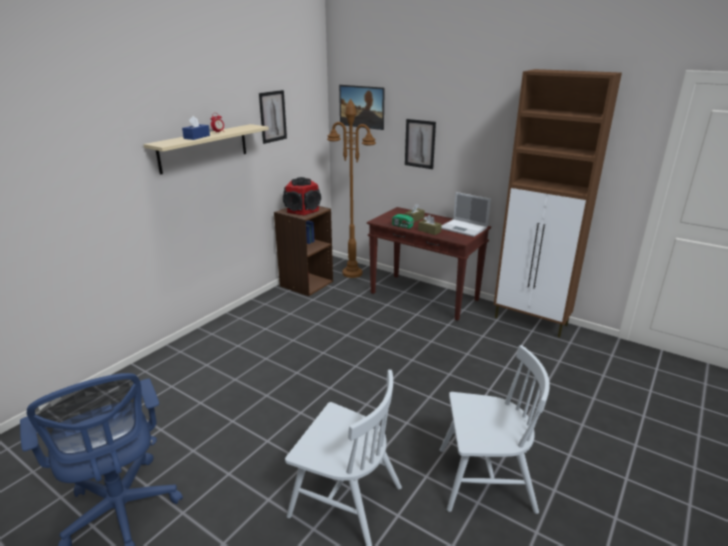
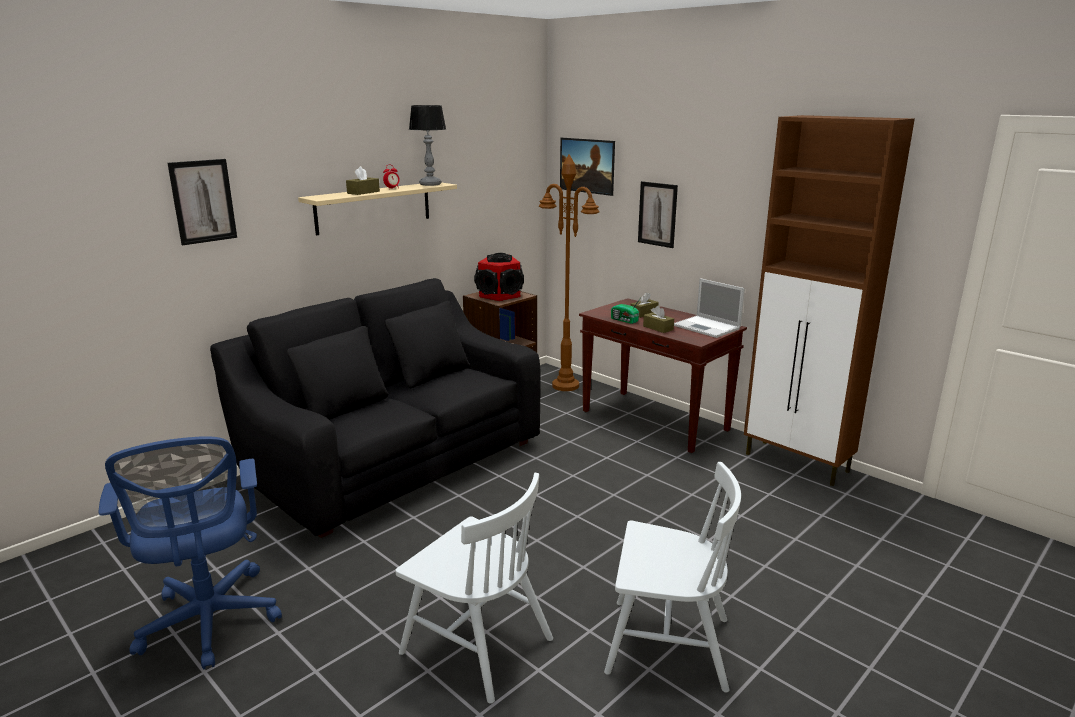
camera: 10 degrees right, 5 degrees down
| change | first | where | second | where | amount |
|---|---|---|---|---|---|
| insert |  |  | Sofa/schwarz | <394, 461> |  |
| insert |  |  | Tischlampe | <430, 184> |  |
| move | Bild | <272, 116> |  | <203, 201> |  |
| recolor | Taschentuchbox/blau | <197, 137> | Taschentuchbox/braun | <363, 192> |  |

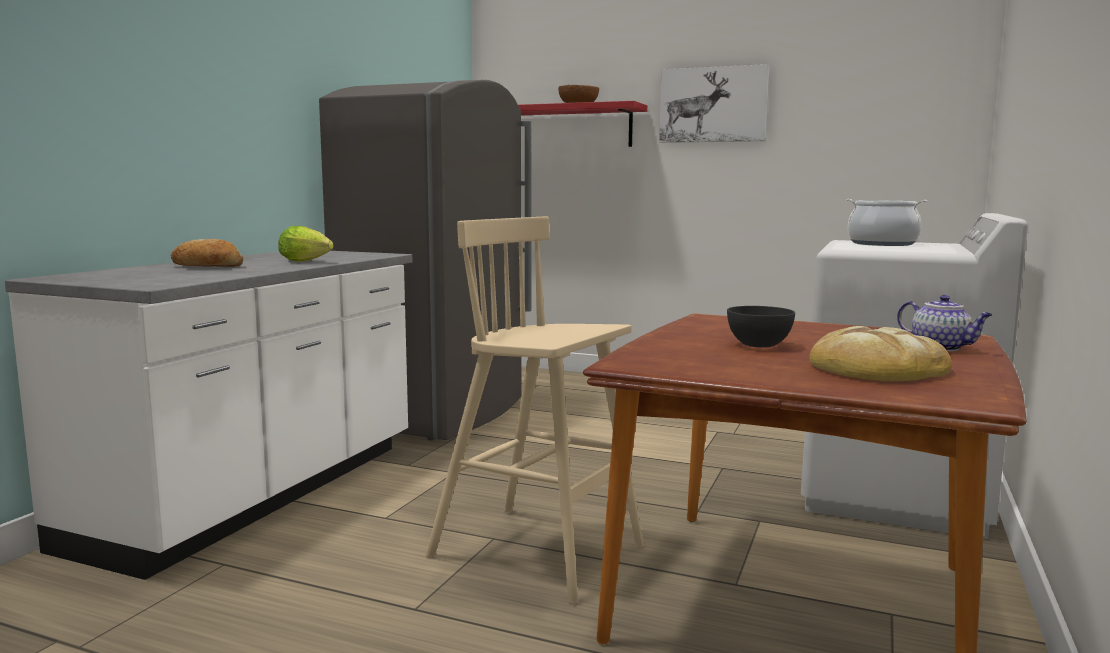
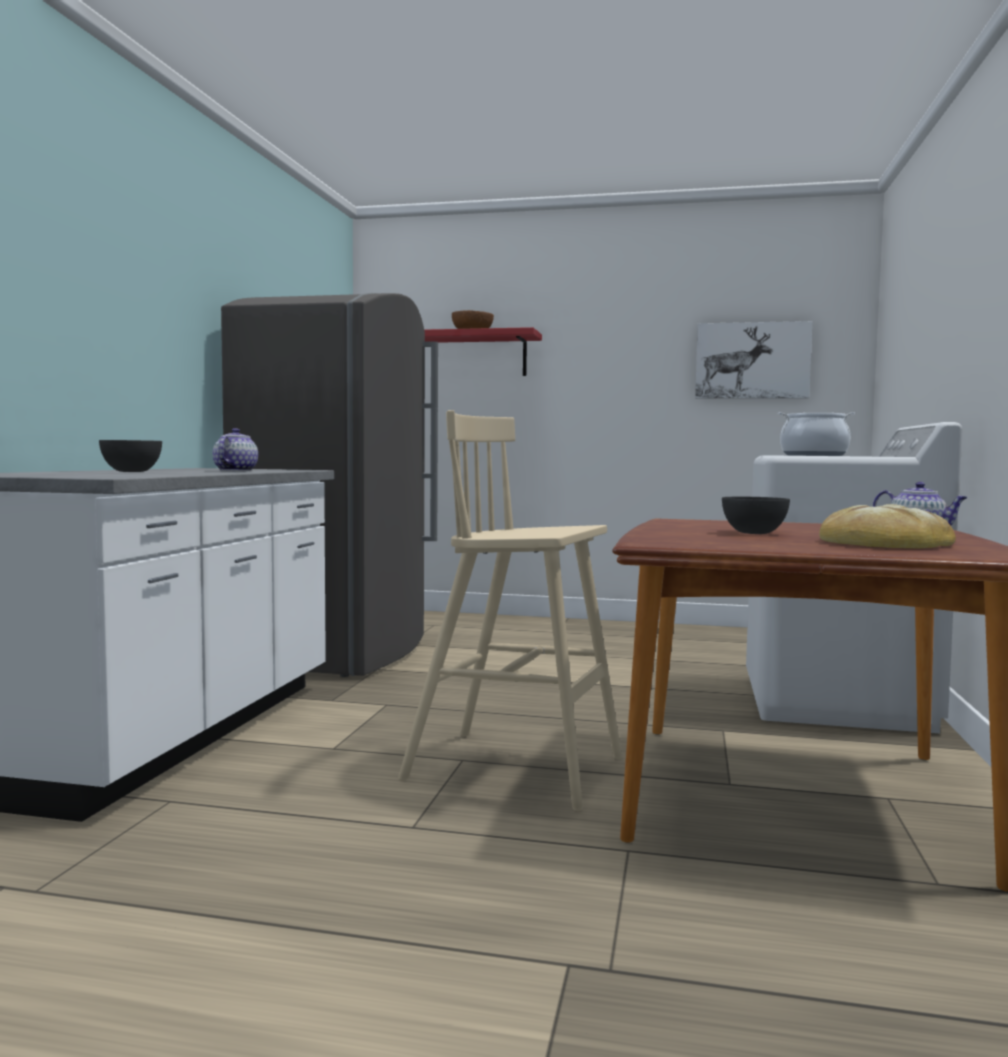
camera: 10 degrees left, 5 degrees down
| change | first | where | second | where | amount |
|---|---|---|---|---|---|
| move | Bild | <713, 105> |  | <752, 361> |  |
| replace | Brot | <207, 267> | Schüssel/grau | <131, 471> |  |
| replace | Salatkopf | <308, 261> | Teekanne | <235, 471> |  |

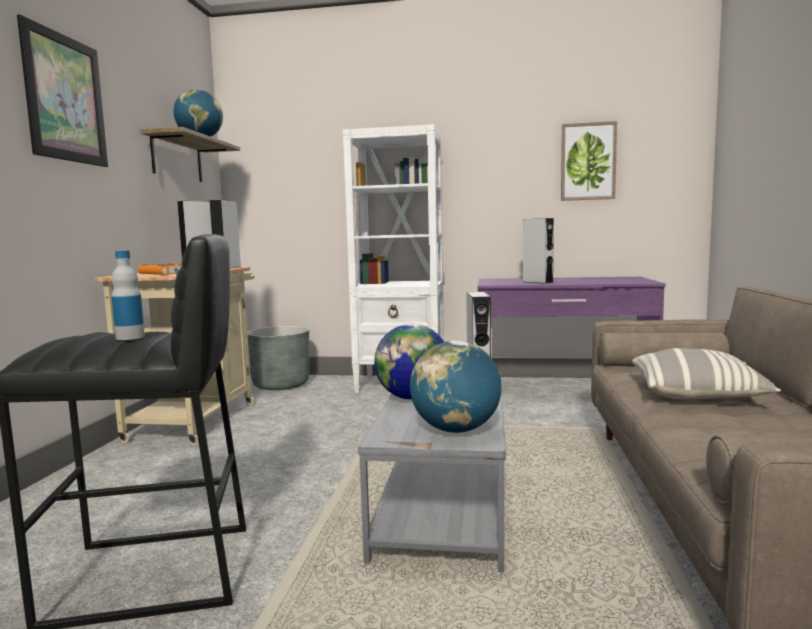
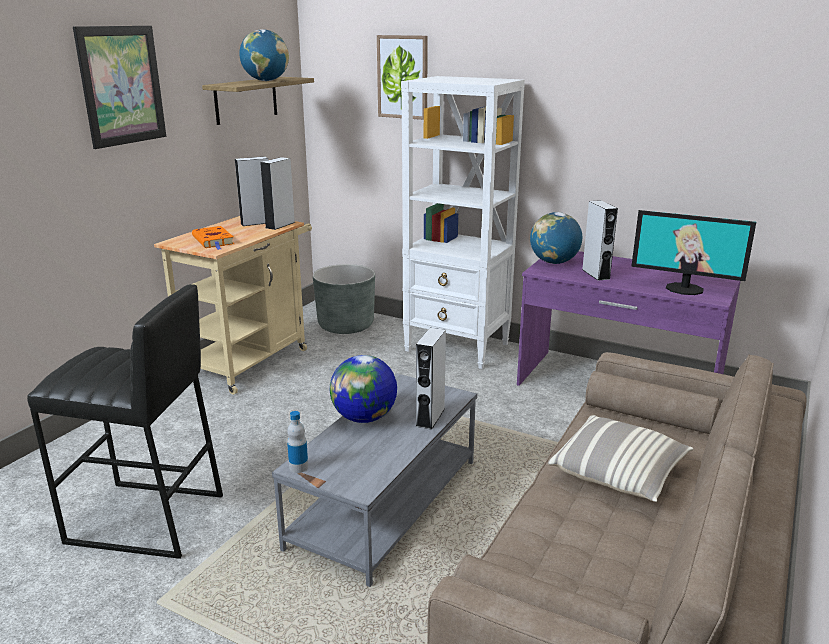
camera: 20 degrees right, 15 degrees up
| change | first | where | second | where | amount |
|---|---|---|---|---|---|
| insert |  |  | Monitor | <684, 288> |  |
| move | Flasche | <130, 337> |  | <298, 467> |  |
| move | Globus | <456, 430> |  | <554, 262> |  |
| move | Bild | <588, 162> |  | <403, 77> |  |

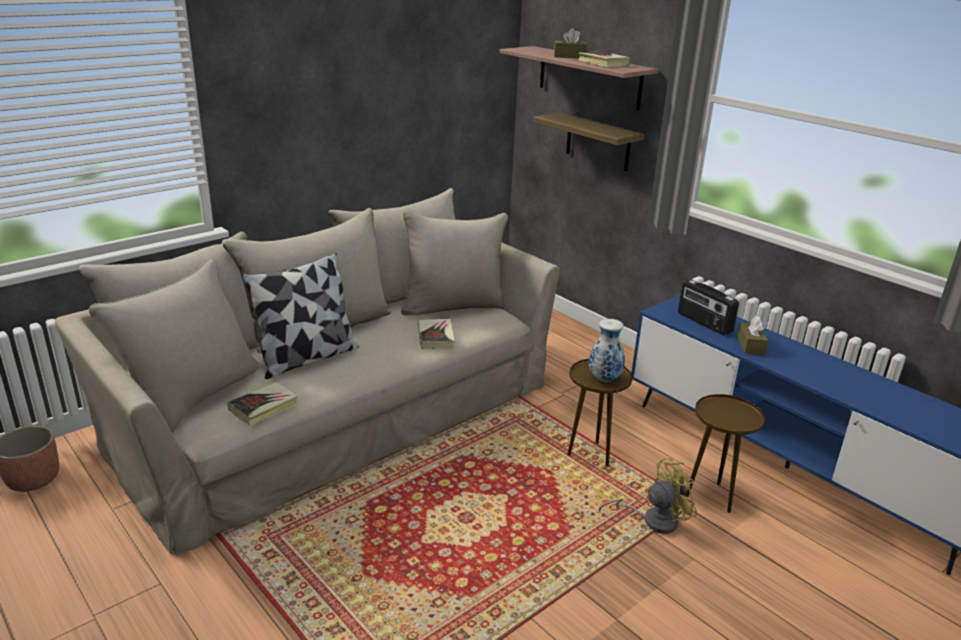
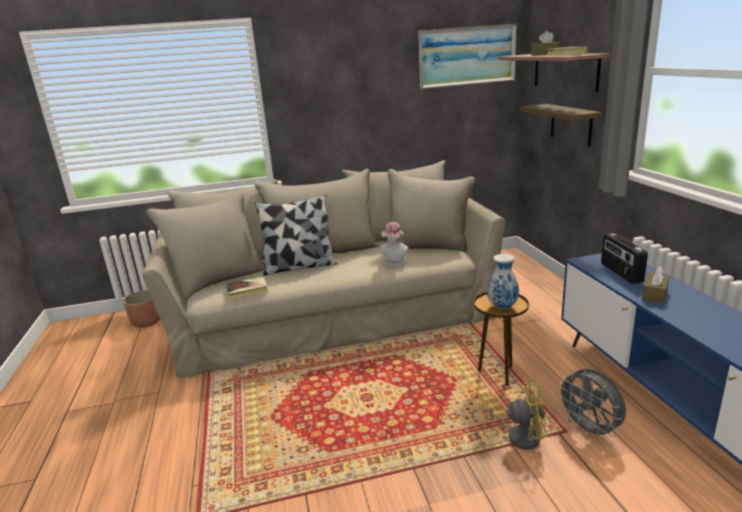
camera: 30 degrees right, 5 degrees down
| change | first | where | second | where | amount |
|---|---|---|---|---|---|
| insert |  |  | Bild | <467, 56> |  |
| replace | Buch | <435, 337> | Hut | <394, 264> |  |
| replace | Beistelltisch/braun | <711, 497> | Ventilator/grau | <589, 430> |  |

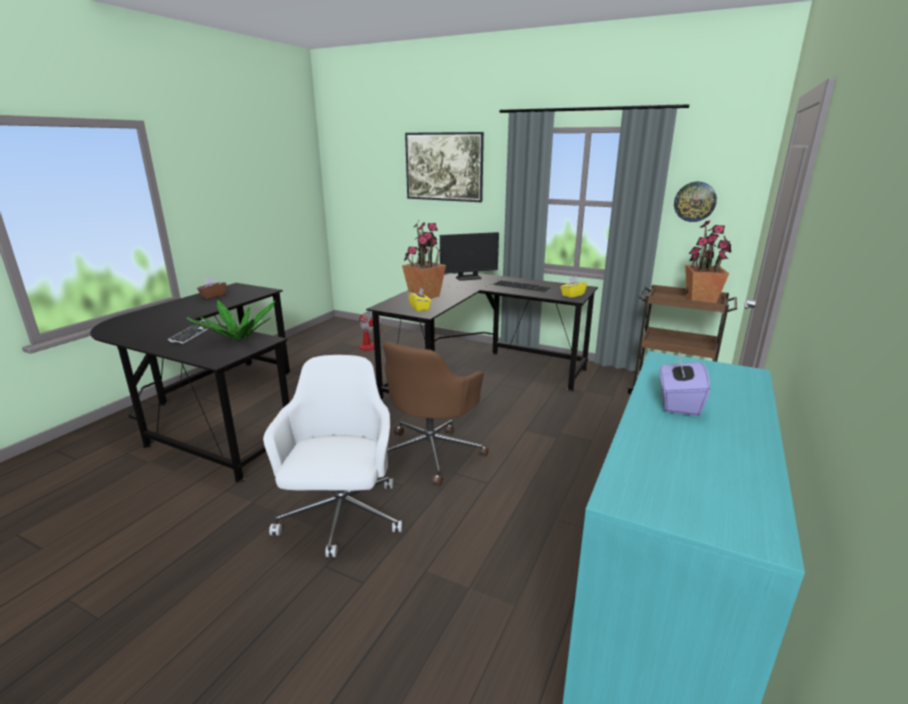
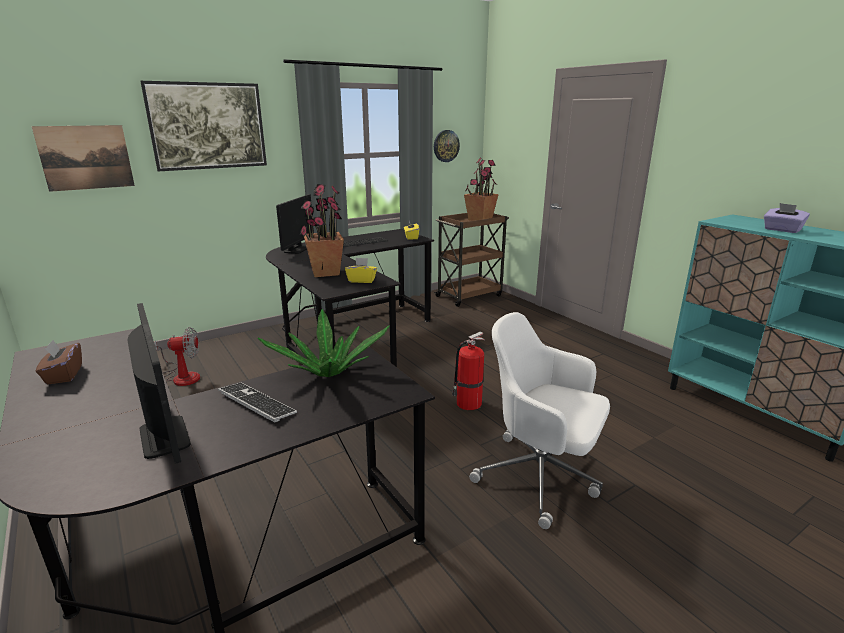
camera: 60 degrees left, 0 degrees up
| change | first | where | second | where | amount |
|---|---|---|---|---|---|
| insert |  |  | Bild | <86, 157> |  |
| insert |  |  | Monitor | <164, 436> |  |
| replace | Bürostuhl/braun | <431, 452> | Feuerlöscher | <467, 403> |  |

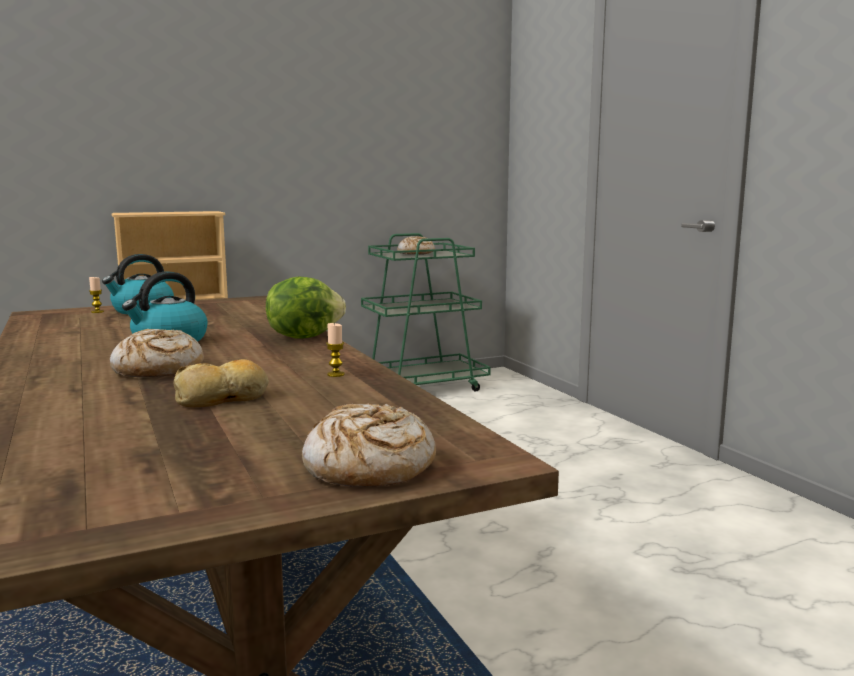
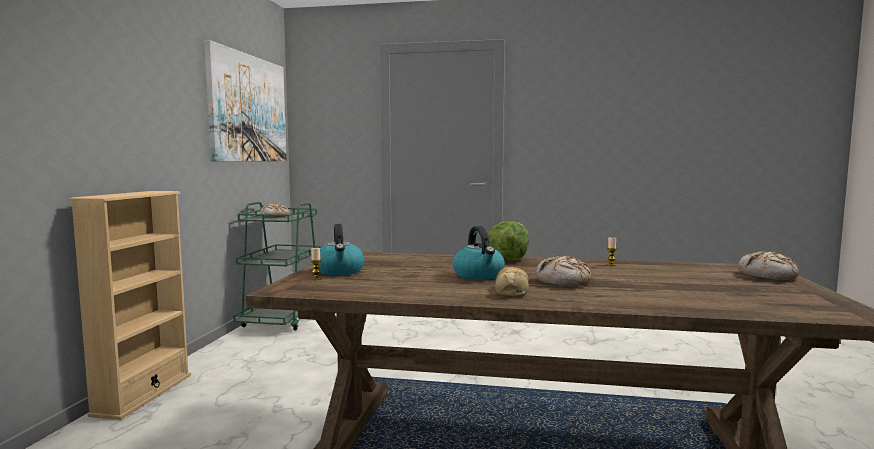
camera: 55 degrees left, 5 degrees down
| change | first | where | second | where | amount |
|---|---|---|---|---|---|
| insert |  |  | Bild | <248, 108> |  |
| move | Brot | <223, 398> |  | <511, 291> |  |

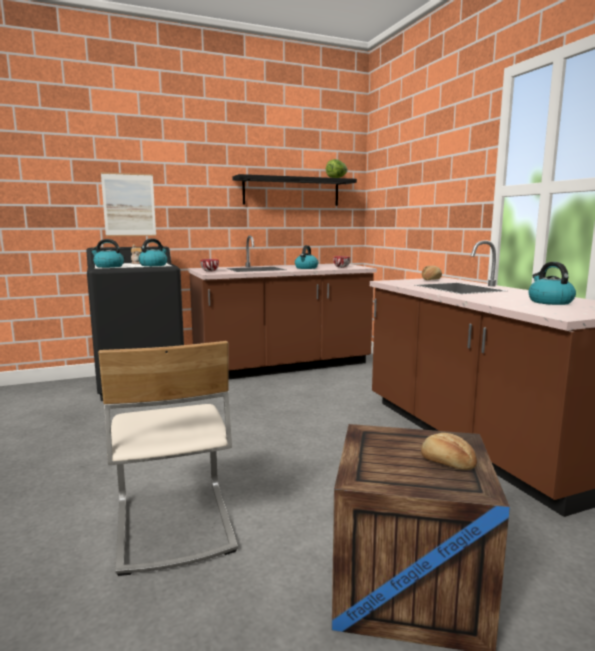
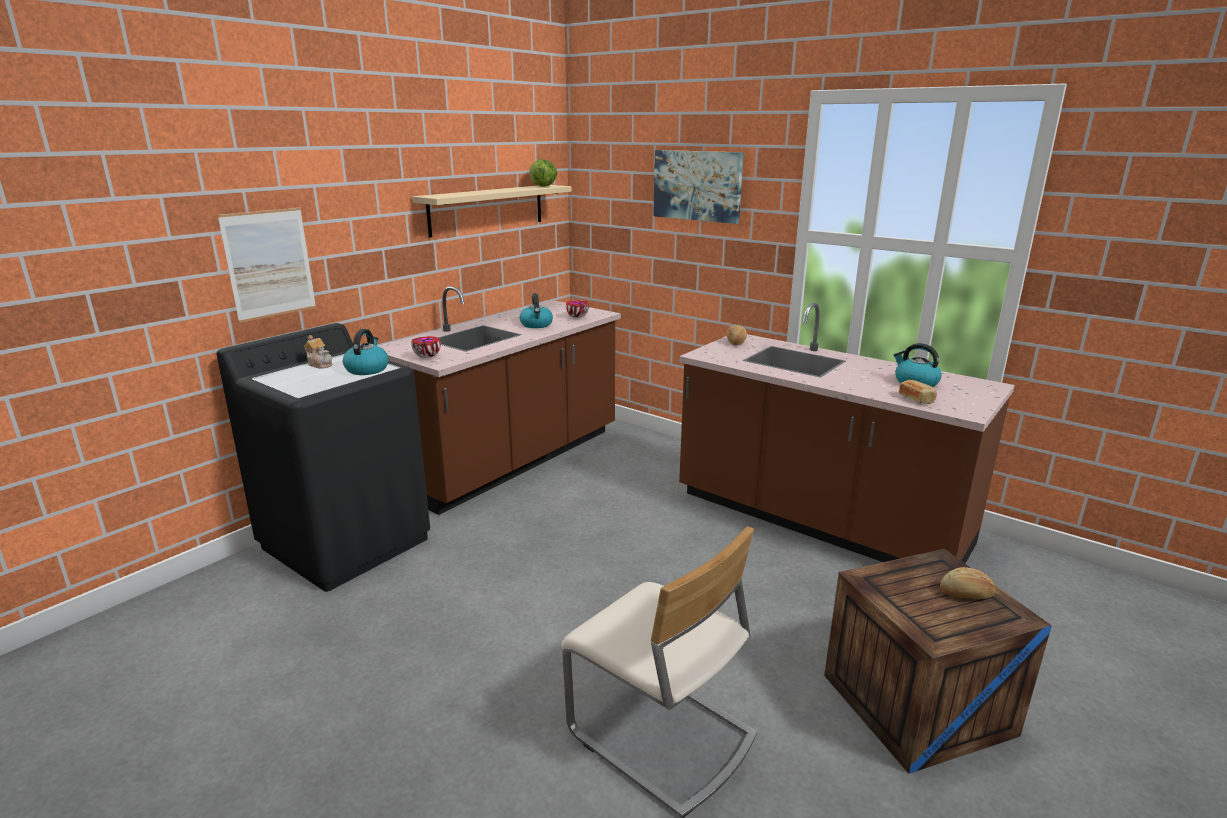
camera: 30 degrees left, 10 degrees up
| change | first | where | second | where | amount |
|---|---|---|---|---|---|
| delete | Wasserkessel | <108, 266> |  |  |  |
| insert |  |  | Bild | <697, 185> |  |
| insert |  |  | Brot | <916, 399> |  |
| recolor | Wandregal/schwarz | <291, 191> | Wandregal/beige | <487, 209> |  |

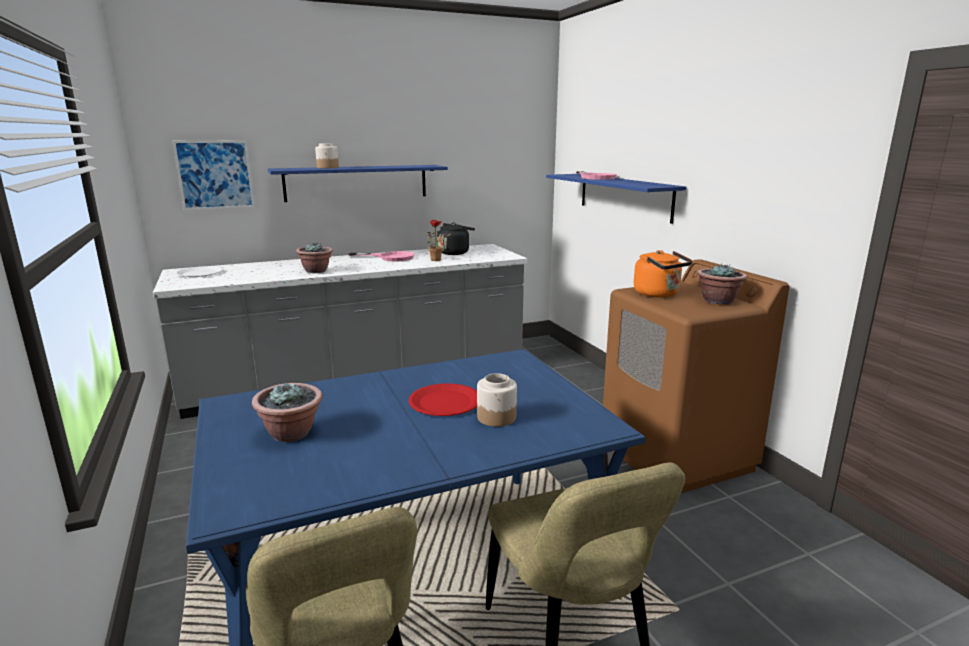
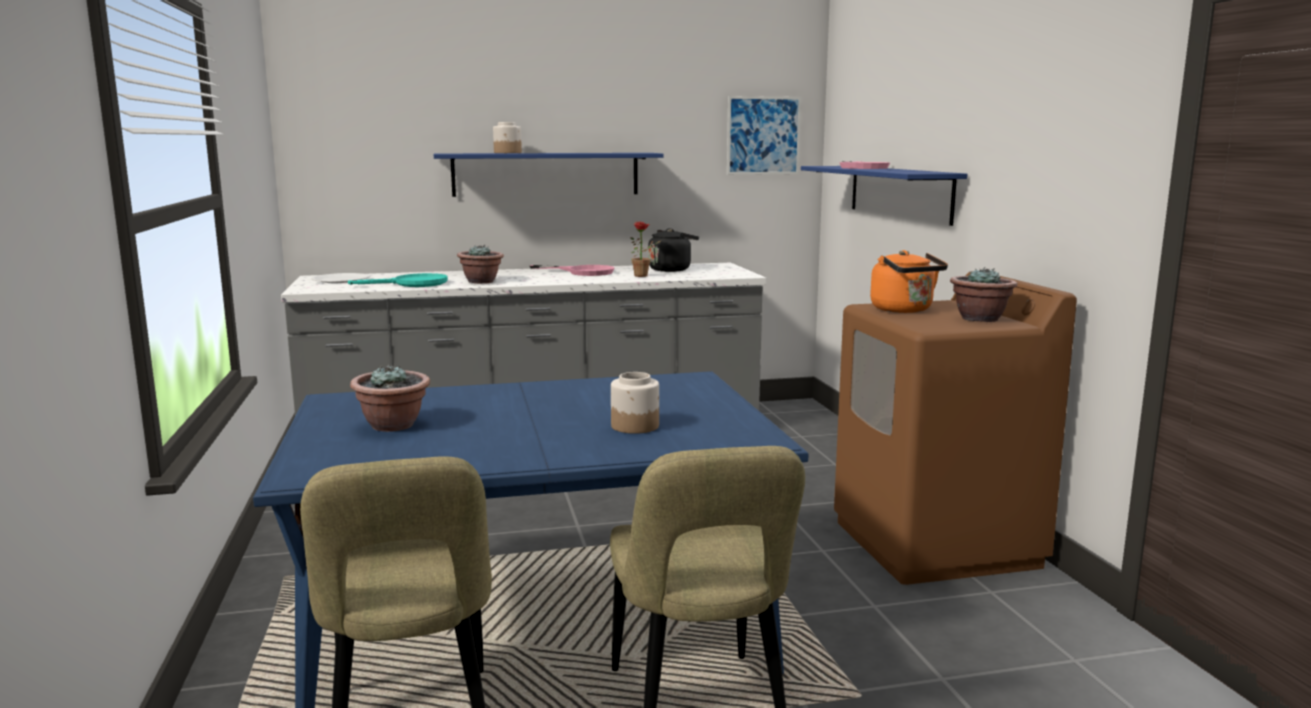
camera: 10 degrees right, 5 degrees down
| change | first | where | second | where | amount |
|---|---|---|---|---|---|
| delete | Teller/rot | <445, 402> |  |  |  |
| insert |  |  | Pfanne/türkis | <413, 284> |  |
| move | Bild | <215, 175> |  | <763, 135> |  |

